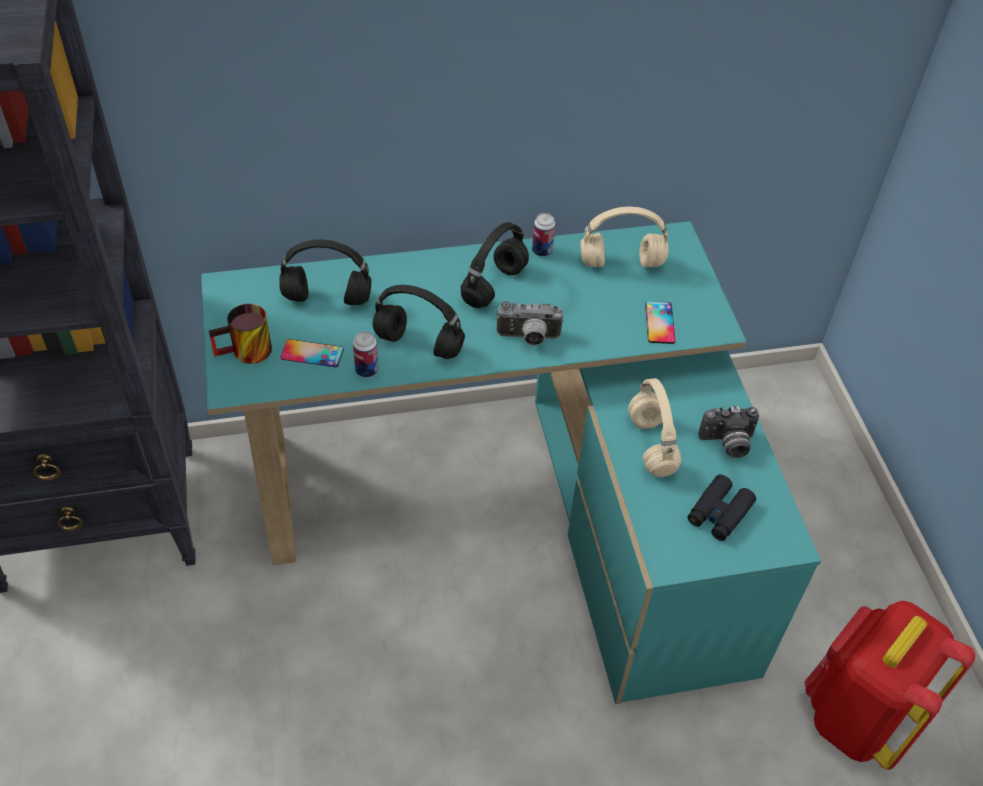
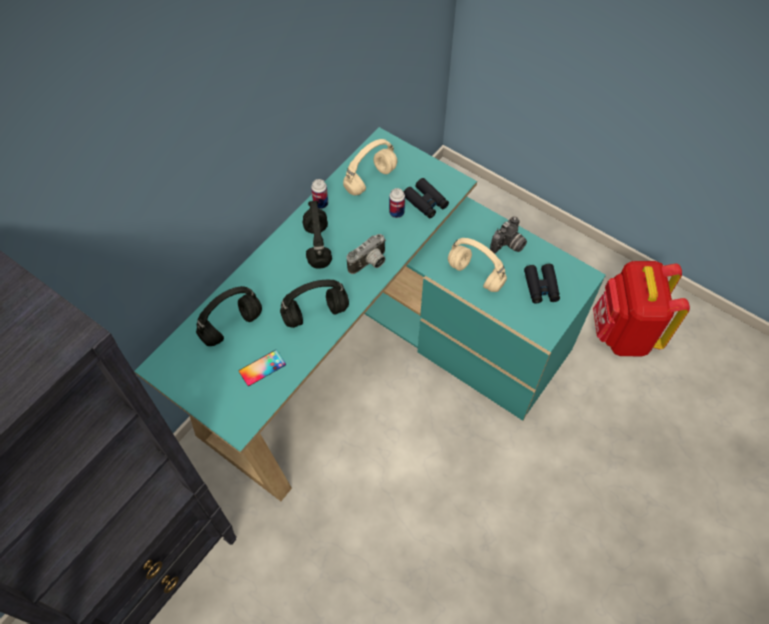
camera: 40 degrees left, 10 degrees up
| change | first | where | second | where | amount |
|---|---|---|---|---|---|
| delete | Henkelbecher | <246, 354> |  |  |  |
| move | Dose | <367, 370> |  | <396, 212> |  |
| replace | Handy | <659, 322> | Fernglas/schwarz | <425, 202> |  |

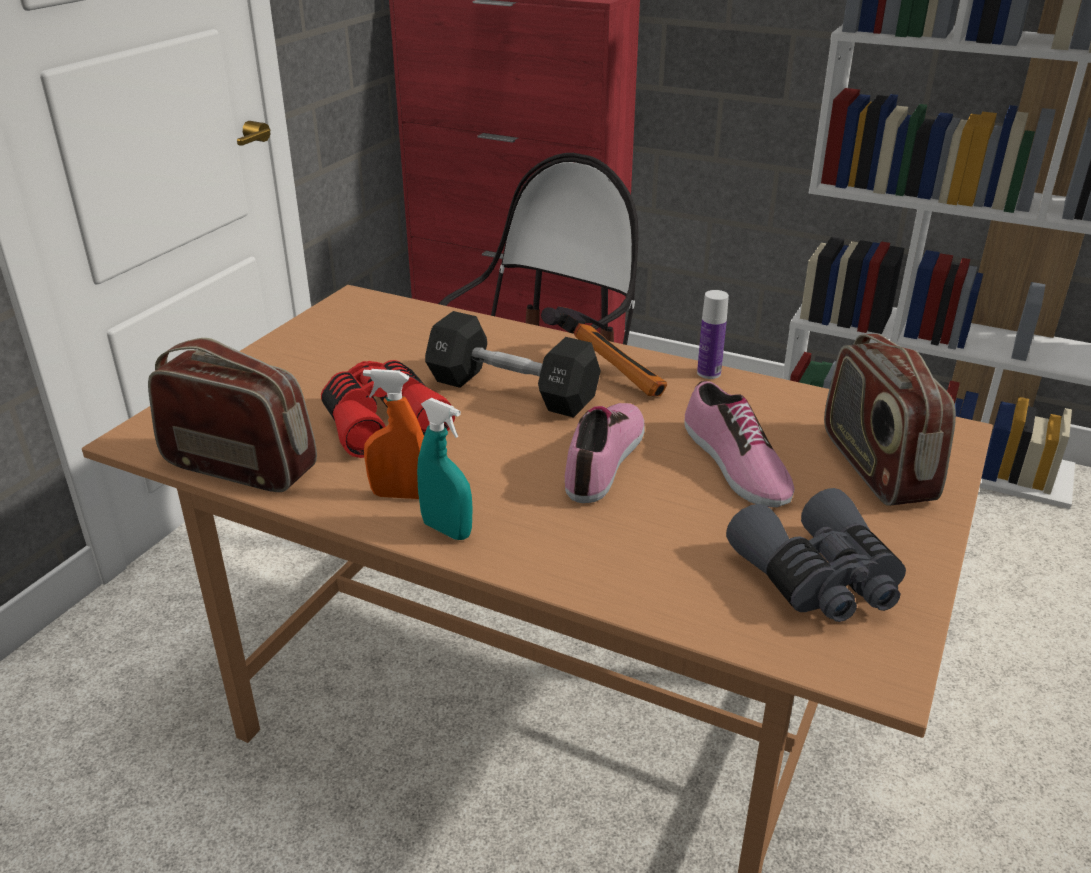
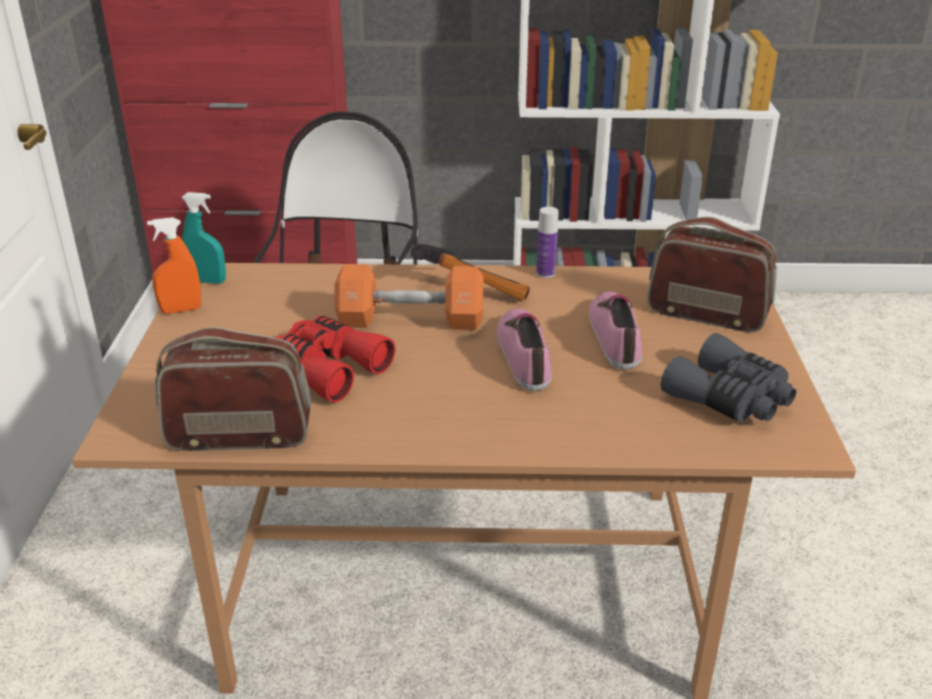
camera: 25 degrees left, 0 degrees up
| change | first | where | second | where | amount |
|---|---|---|---|---|---|
| move | Sprühflasche/orange | <399, 495> |  | <181, 310> |  |
| move | Sprühflasche/türkis | <447, 530> |  | <208, 281> |  |
| recolor | Hantel/schwarz | <512, 390> | Hantel/orange | <410, 320> |  |
| rotate | Schuh | <734, 464> |  | <616, 336> | 135 degrees counterclockwise |
| rotate | Radio | <875, 466> |  | <707, 314> | 150 degrees clockwise |

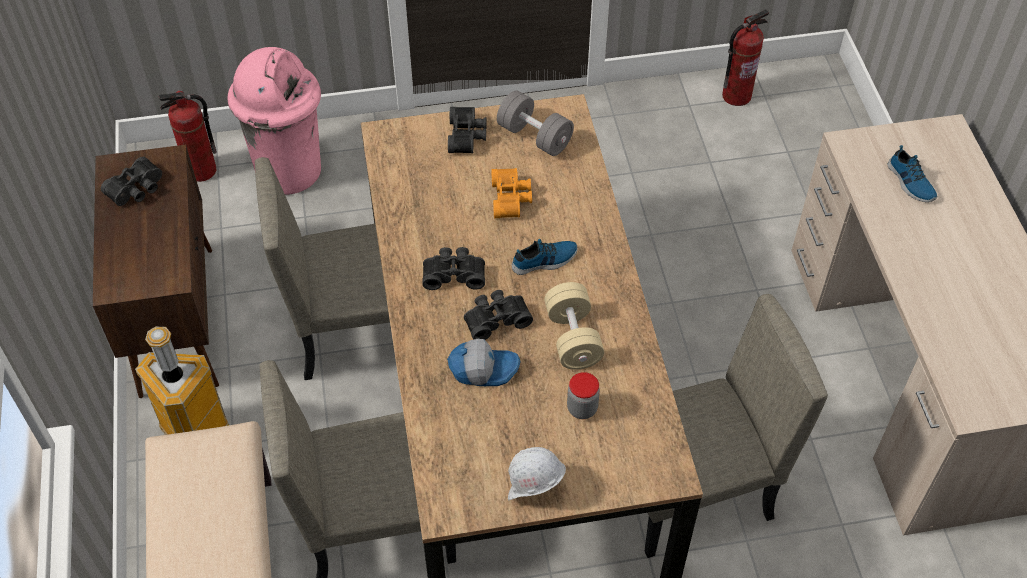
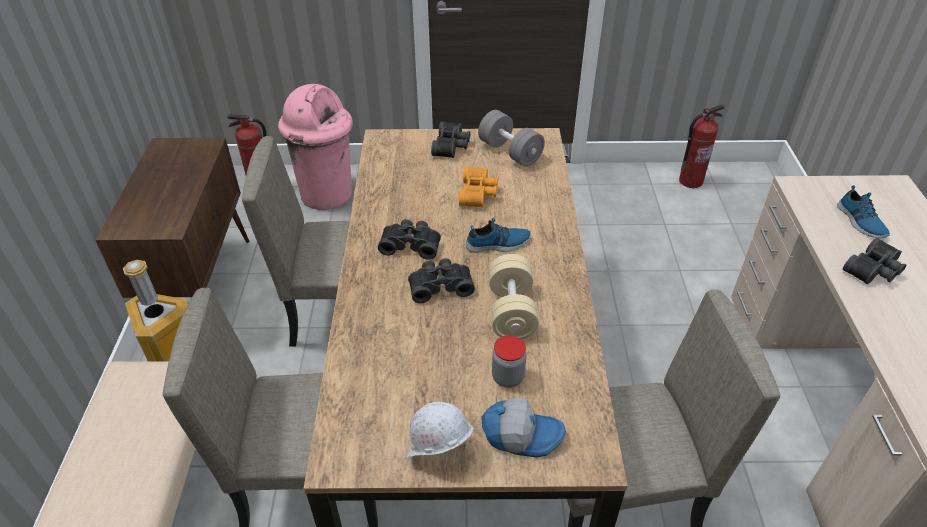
camera: 10 degrees right, 10 degrees down
| change | first | where | second | where | amount |
|---|---|---|---|---|---|
| move | Fernglas/schwarz | <137, 190> |  | <874, 270> |  |
| move | Kappe | <483, 368> |  | <521, 434> |  |

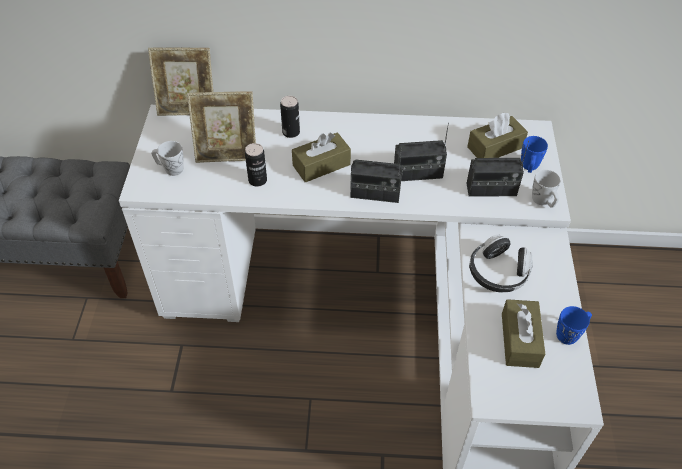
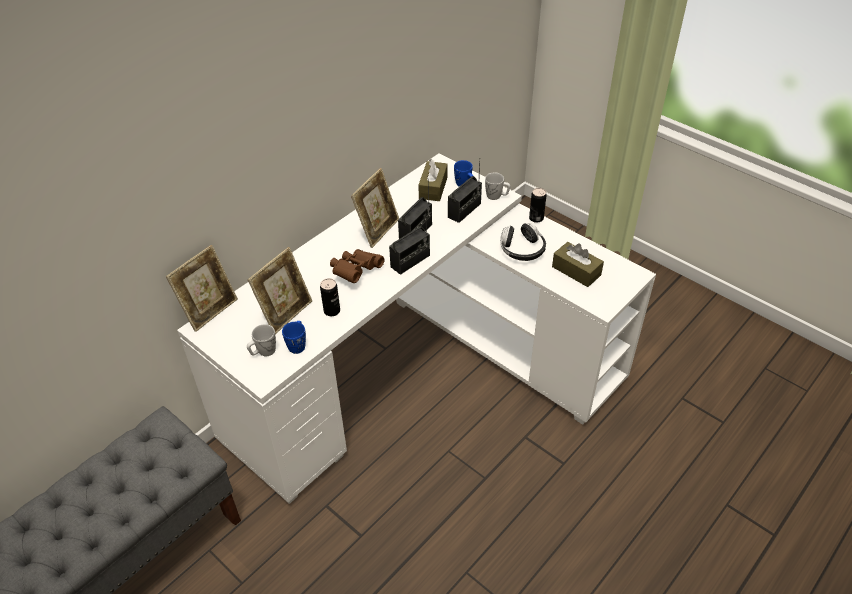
camera: 50 degrees left, 5 degrees down
| change | first | where | second | where | amount |
|---|---|---|---|---|---|
| insert |  |  | Bilderrahmen | <377, 230> |  |
| move | Dose | <291, 132> |  | <536, 218> |  |
| move | Henkelbecher/blau | <570, 334> |  | <298, 344> |  |
| replace | Taschentuchbox/braun | <321, 165> | Fernglas/braun | <355, 272> |  |

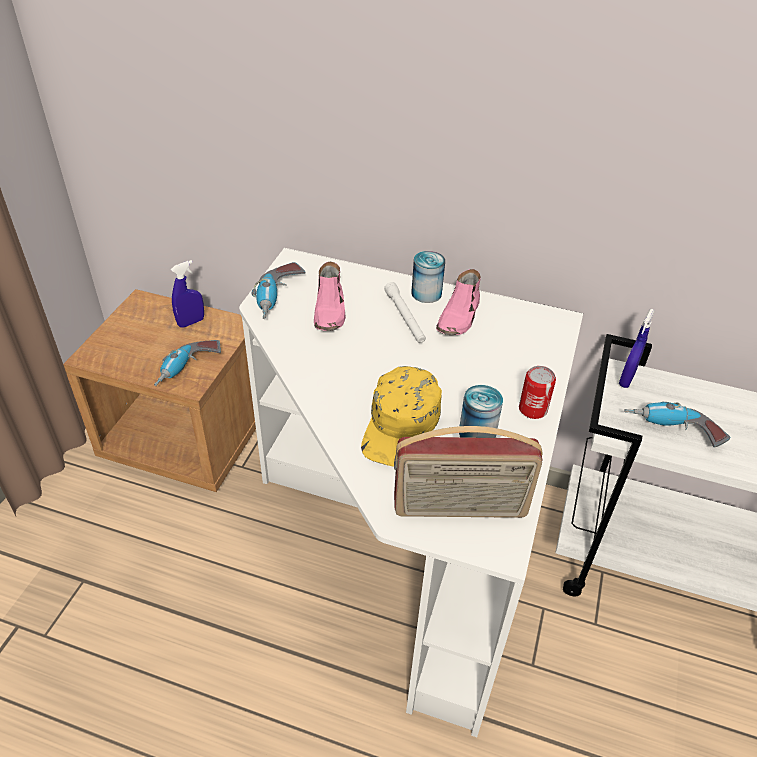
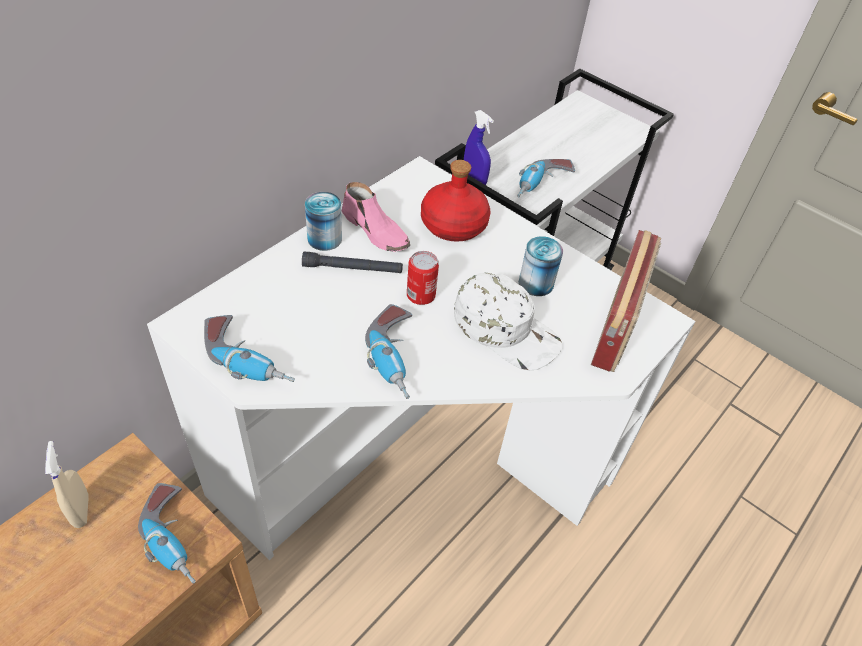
camera: 70 degrees left, 5 degrees up
| change | first | where | second | where | amount |
|---|---|---|---|---|---|
| delete | Schuh/rosa | <330, 311> |  |  |  |
| insert |  |  | Bohrmaschine | <396, 359> |  |
| insert |  |  | Flasche/rot | <453, 224> |  |
| move | Dose | <532, 409> |  | <421, 295> |  |
| recolor | Sprühflasche/blau | <191, 322> | Sprühflasche/beige | <81, 510> |  |
| recolor | Kappe/gelb | <402, 426> | Kappe/weiß | <506, 329> |  |
| recolor | Taschenlampe/weiß | <405, 317> | Taschenlampe/schwarz | <352, 269> |  |

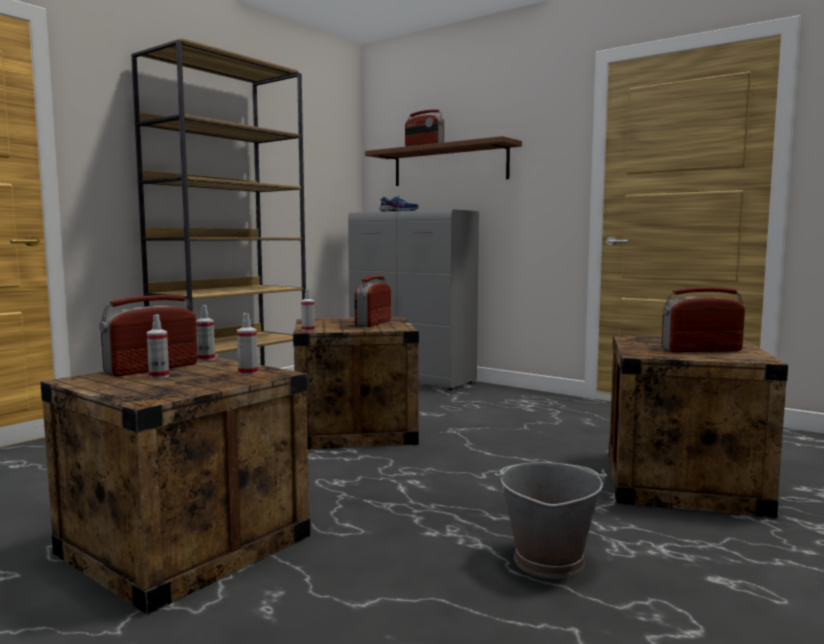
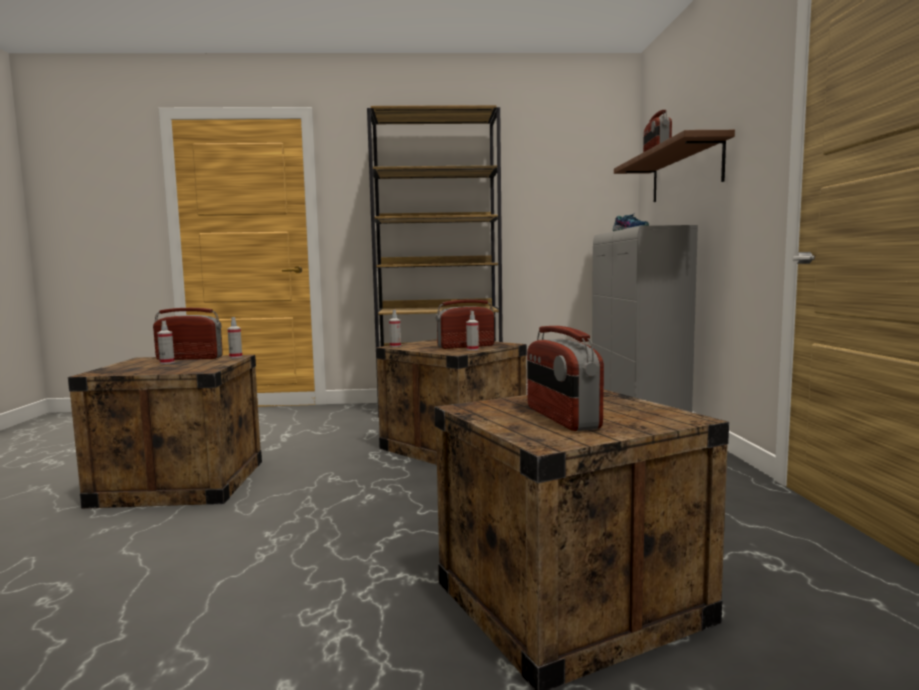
camera: 50 degrees right, 0 degrees up
| change | first | where | second | where | amount |
|---|---|---|---|---|---|
| delete | Eimer/grau | <547, 560> |  |  |  |
| move | Sprühflasche | <248, 373> |  | <472, 349> |  |
| rotate | Radio | <700, 350> |  | <561, 418> | 150 degrees counterclockwise |

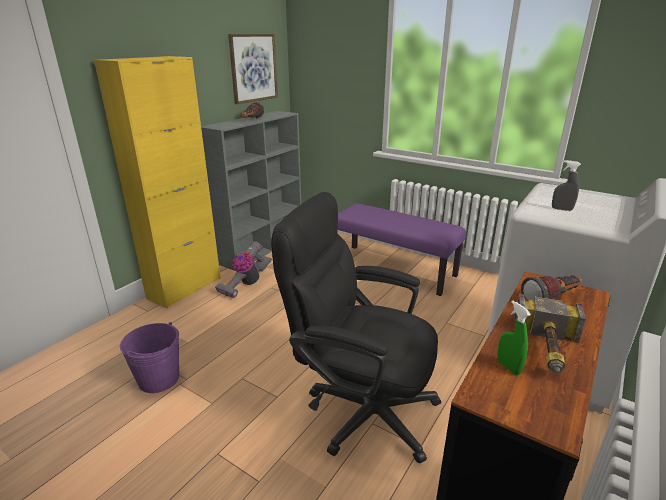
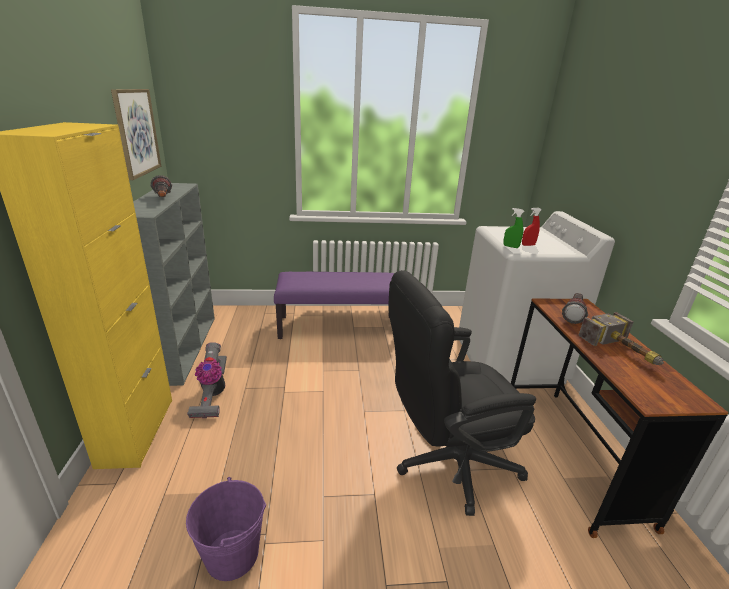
camera: 40 degrees left, 0 degrees up
| change | first | where | second | where | amount |
|---|---|---|---|---|---|
| move | Sprühflasche/grün | <508, 367> |  | <510, 246> |  |
| recolor | Sprühflasche/grau | <561, 209> | Sprühflasche/rot | <528, 245> |  |

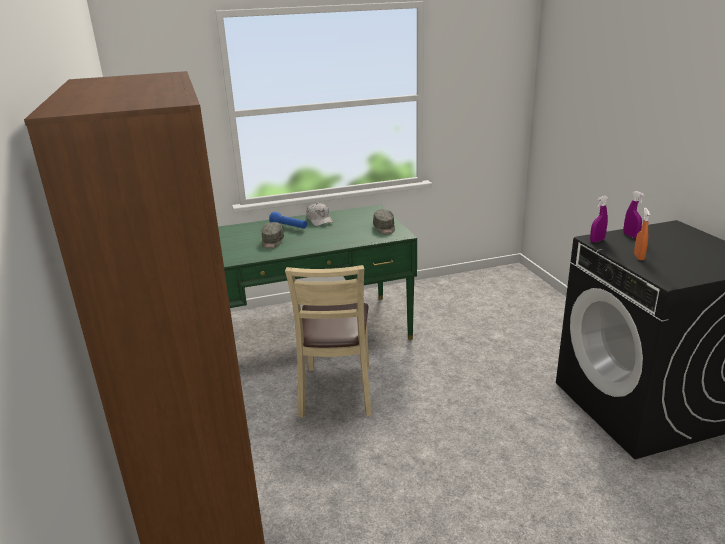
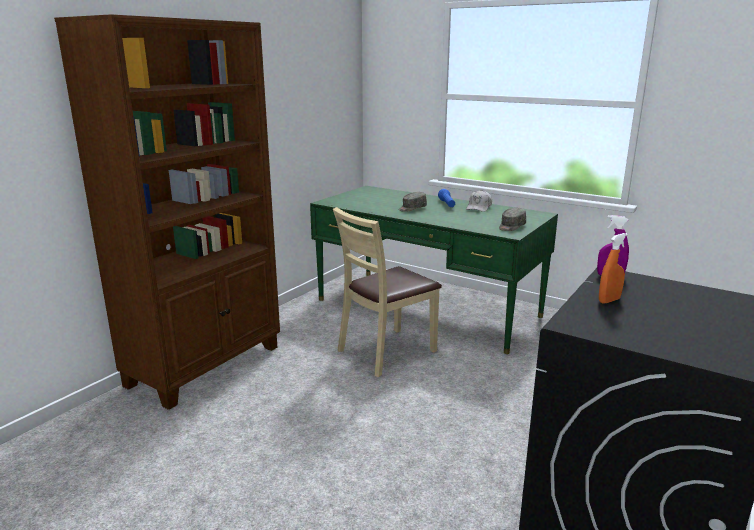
camera: 50 degrees right, 5 degrees down
| change | first | where | second | where | amount |
|---|---|---|---|---|---|
| delete | Sprühflasche/lila | <630, 235> |  |  |  |

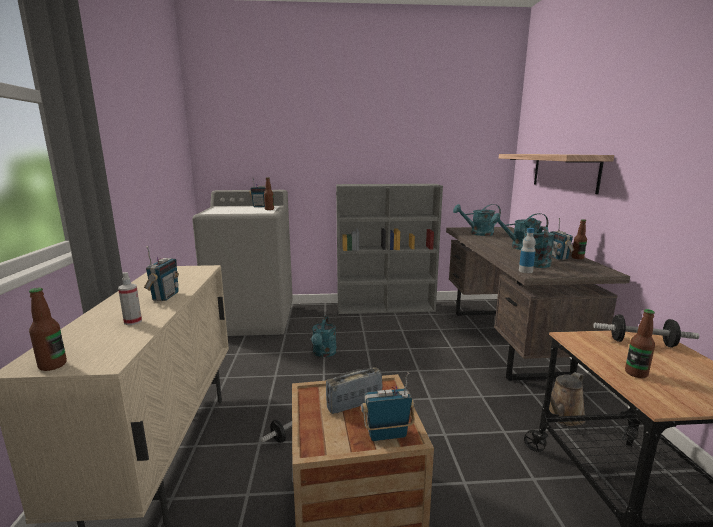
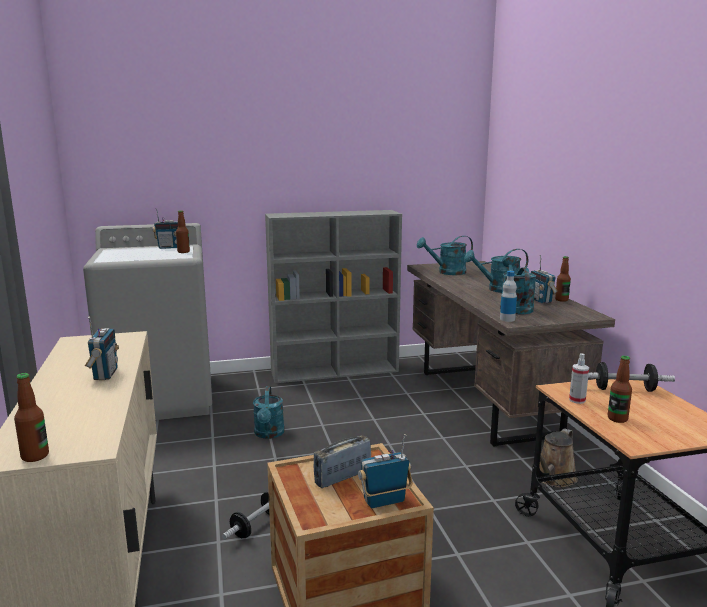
camera: 10 degrees left, 0 degrees up
| change | first | where | second | where | amount |
|---|---|---|---|---|---|
| delete | Wandregal | <564, 171> |  |  |  |
| move | Sprühflasche | <133, 322> |  | <577, 400> |  |

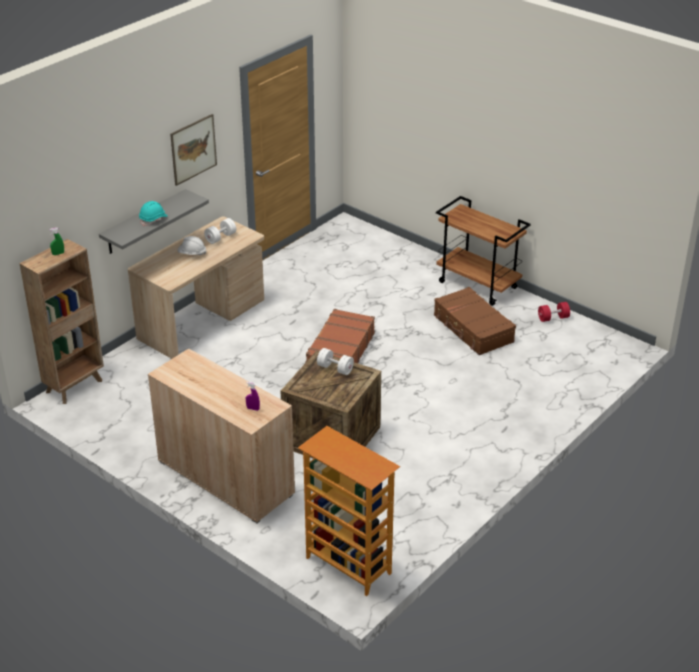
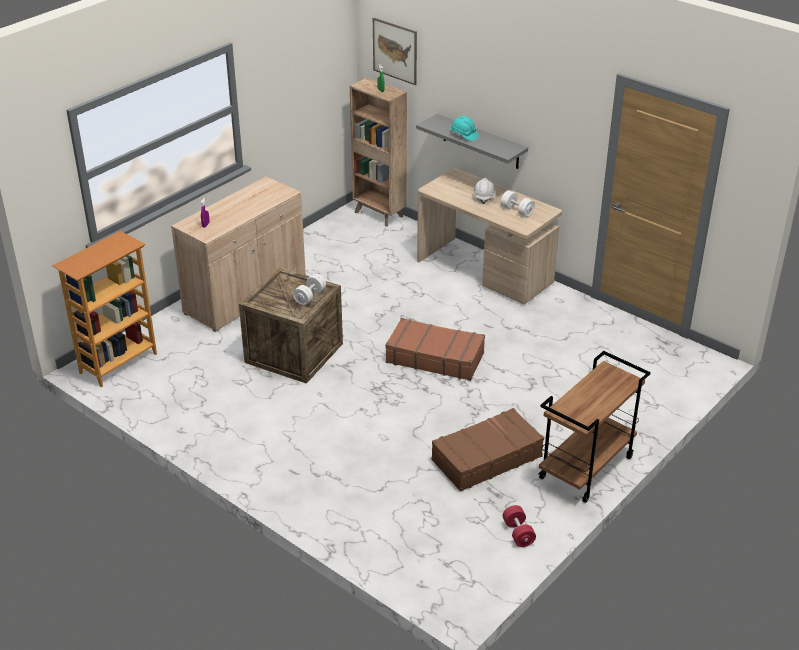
camera: 90 degrees right, 0 degrees up
| change | first | where | second | where | amount |
|---|---|---|---|---|---|
| move | Bild | <193, 149> |  | <395, 51> |  |

